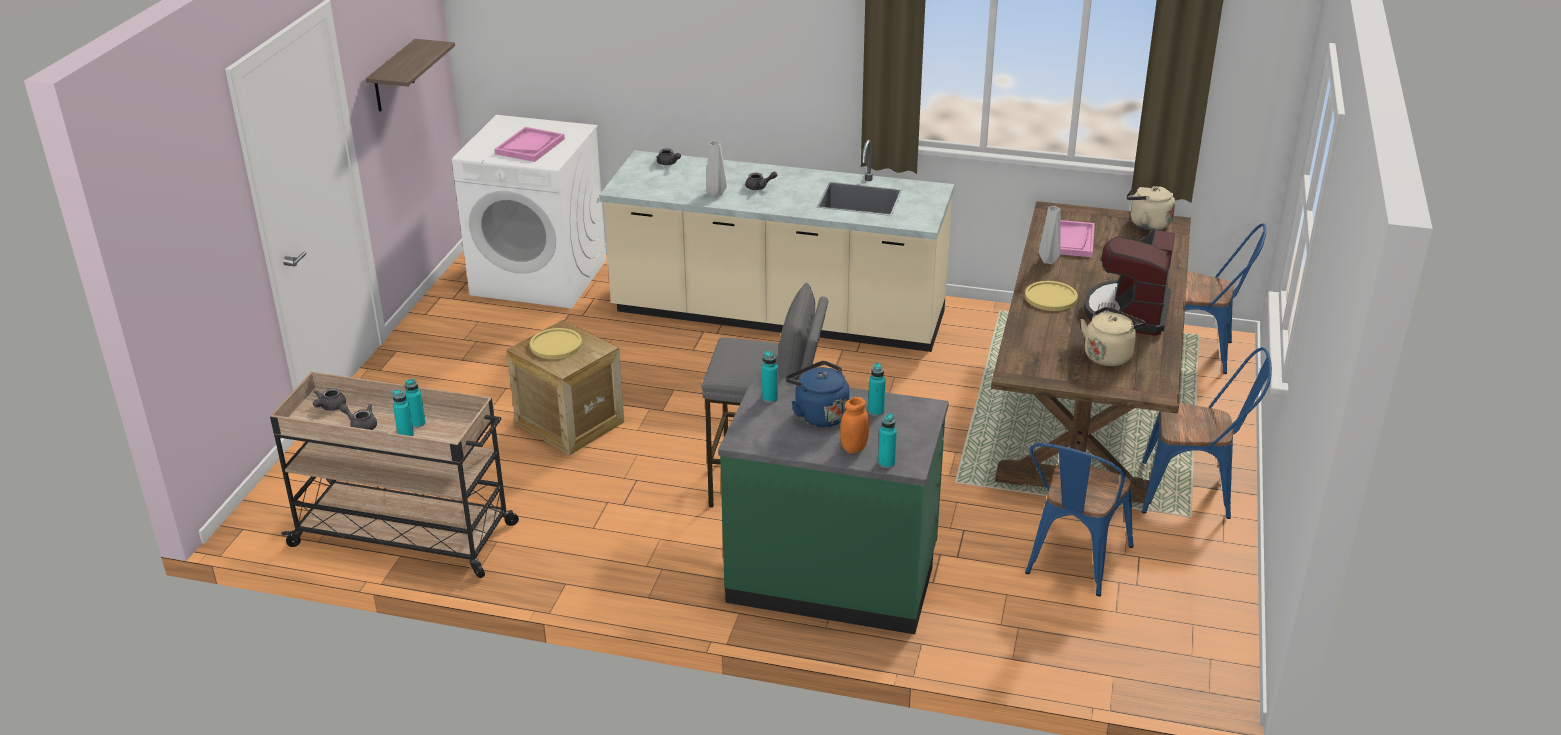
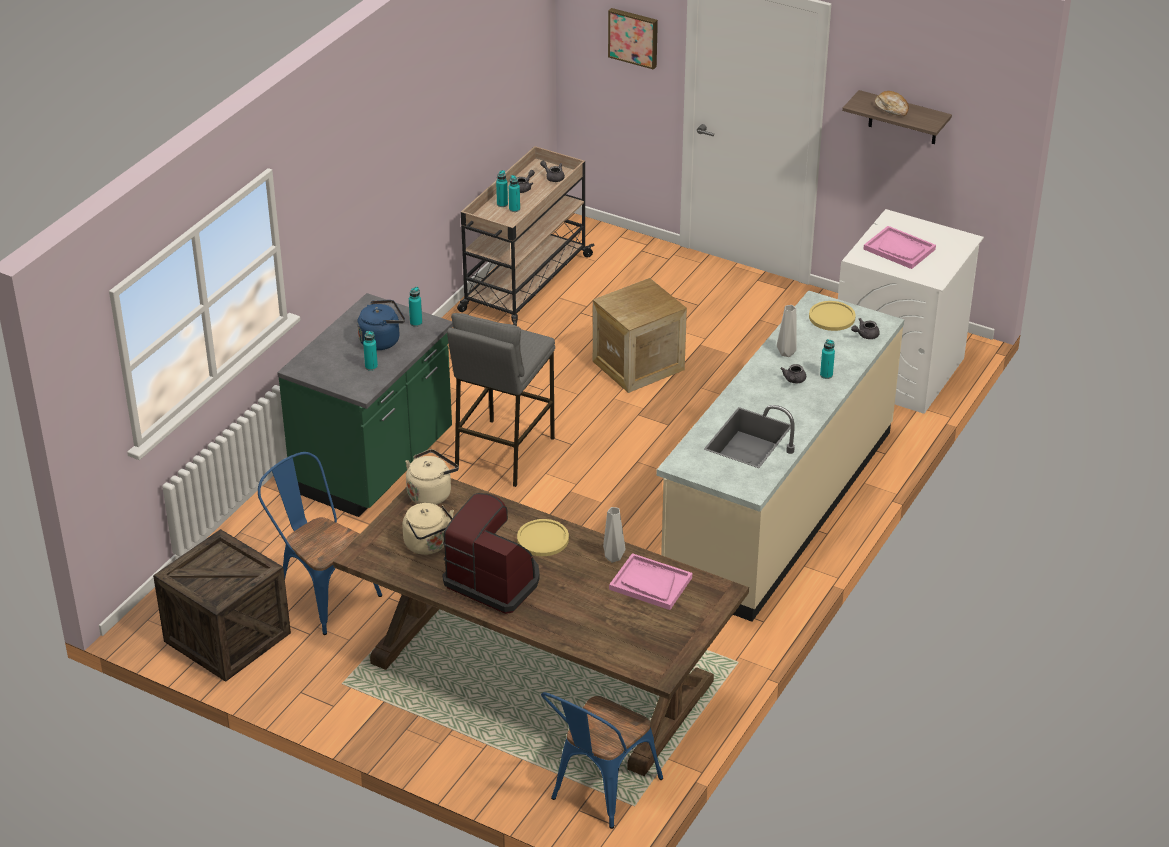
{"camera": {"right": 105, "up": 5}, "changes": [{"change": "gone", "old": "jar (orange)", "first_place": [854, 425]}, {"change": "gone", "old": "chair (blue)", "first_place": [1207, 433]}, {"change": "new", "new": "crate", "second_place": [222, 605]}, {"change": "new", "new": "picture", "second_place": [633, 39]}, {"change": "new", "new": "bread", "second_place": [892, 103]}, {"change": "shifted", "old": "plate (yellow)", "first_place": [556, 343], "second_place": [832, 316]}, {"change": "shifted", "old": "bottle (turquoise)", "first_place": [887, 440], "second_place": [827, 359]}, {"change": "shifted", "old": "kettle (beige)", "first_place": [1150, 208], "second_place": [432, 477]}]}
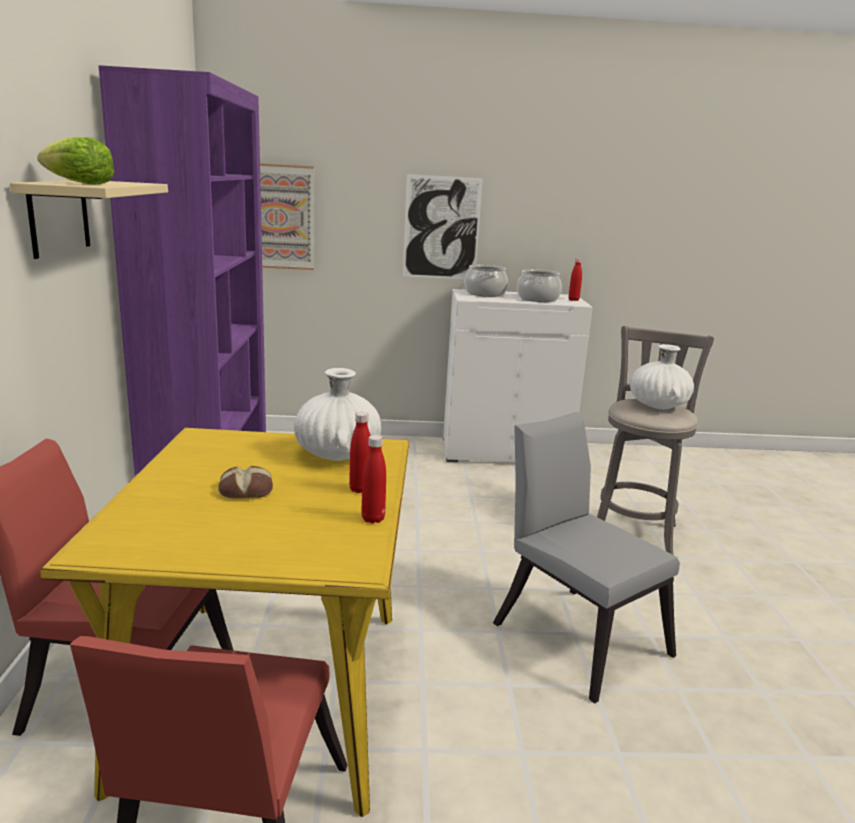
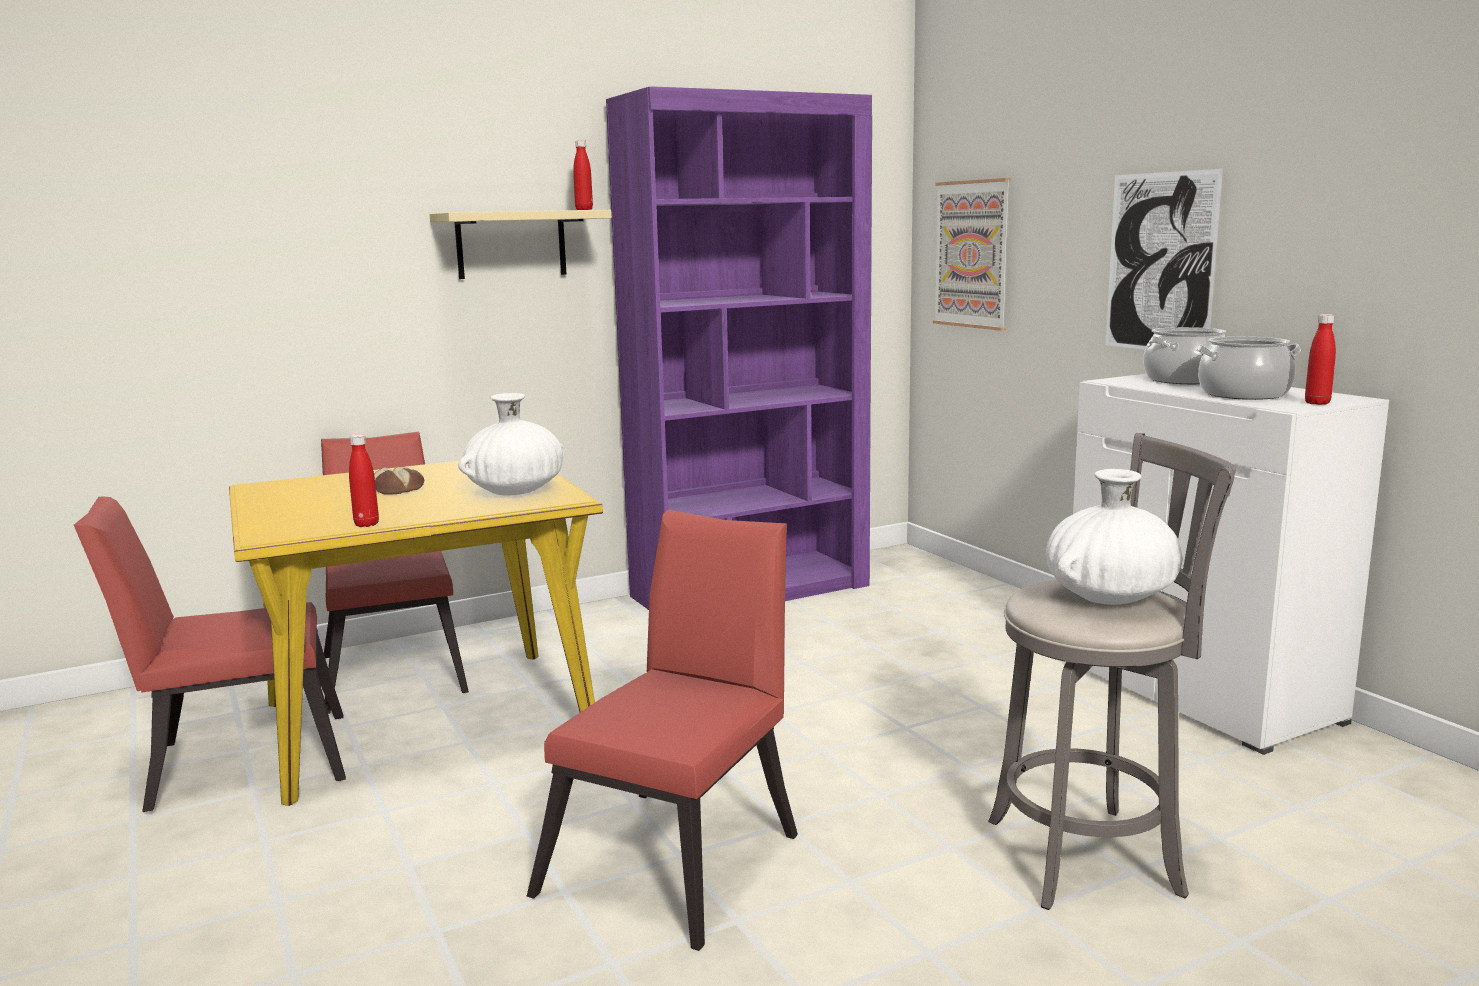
{"camera": {"right": 65, "up": -5}, "changes": [{"change": "gone", "old": "lettuce", "first_place": [75, 160]}, {"change": "shifted", "old": "bottle (red)", "first_place": [359, 452], "second_place": [583, 175]}, {"change": "repainted", "old": "chair (grey)", "new": "chair (red)", "first_place": [586, 557], "second_place": [662, 730]}]}
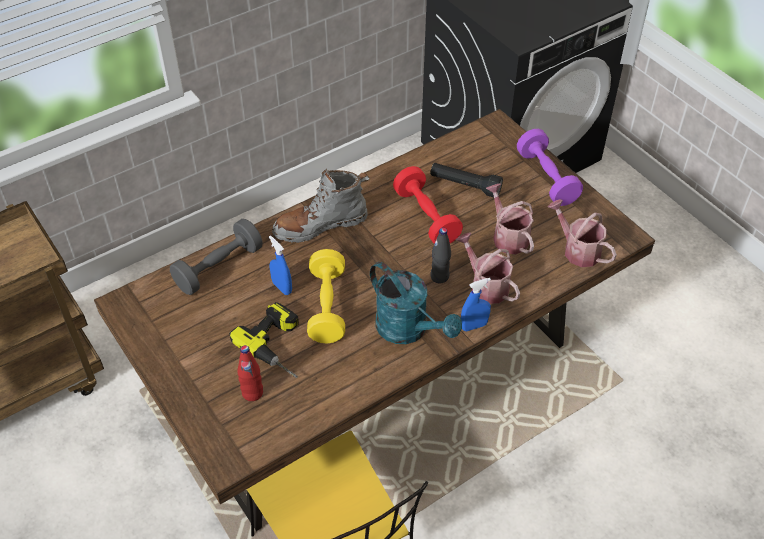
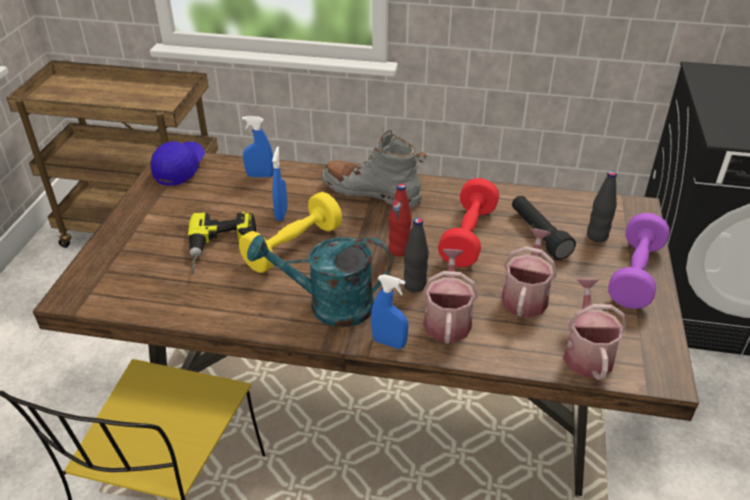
{"camera": {"right": 45, "up": -10}, "changes": [{"change": "new", "new": "cap (blue)", "second_place": [178, 163]}, {"change": "new", "new": "bottle (black)", "second_place": [602, 206]}, {"change": "shifted", "old": "bottle (red)", "first_place": [250, 373], "second_place": [400, 220]}, {"change": "swapped", "old": "dumbbell (grey)", "new": "spray bottle (blue)", "first_place": [216, 257], "second_place": [257, 146]}, {"change": "rotated", "old": "watering can (turquoise)", "first_place": [416, 303], "second_place": [319, 281], "degrees": 90}]}
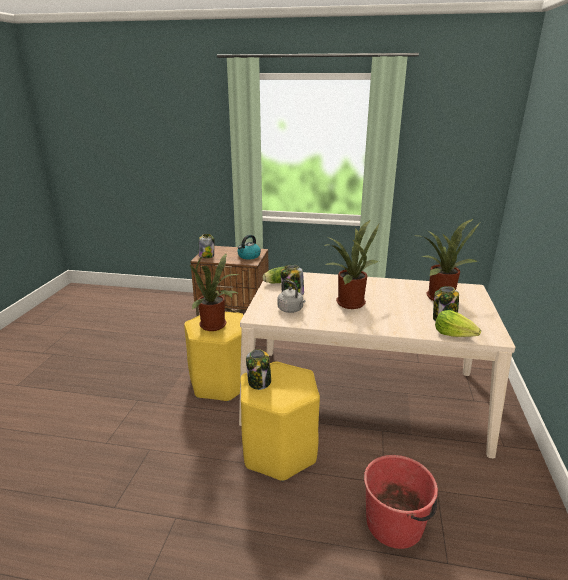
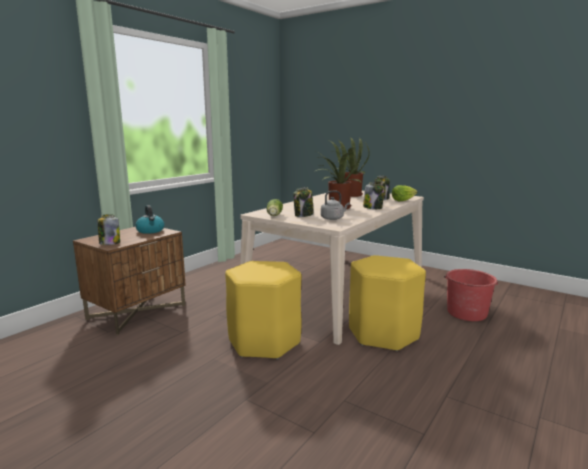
{"camera": {"right": -65, "up": -10}, "changes": [{"change": "gone", "old": "potted plant", "first_place": [215, 292]}, {"change": "shifted", "old": "jar", "first_place": [258, 369], "second_place": [373, 195]}]}
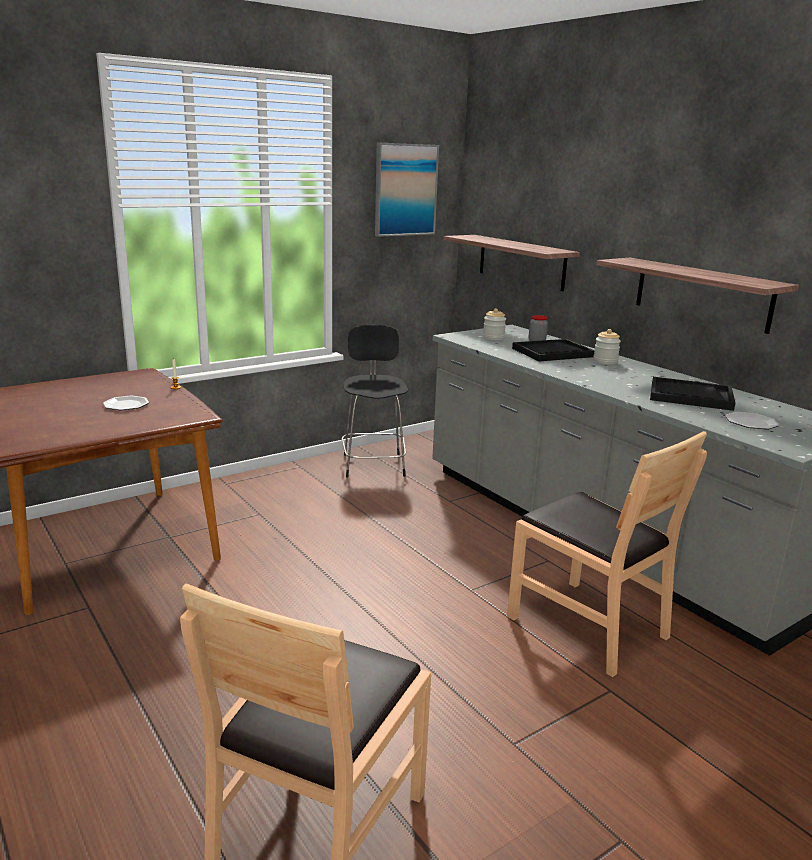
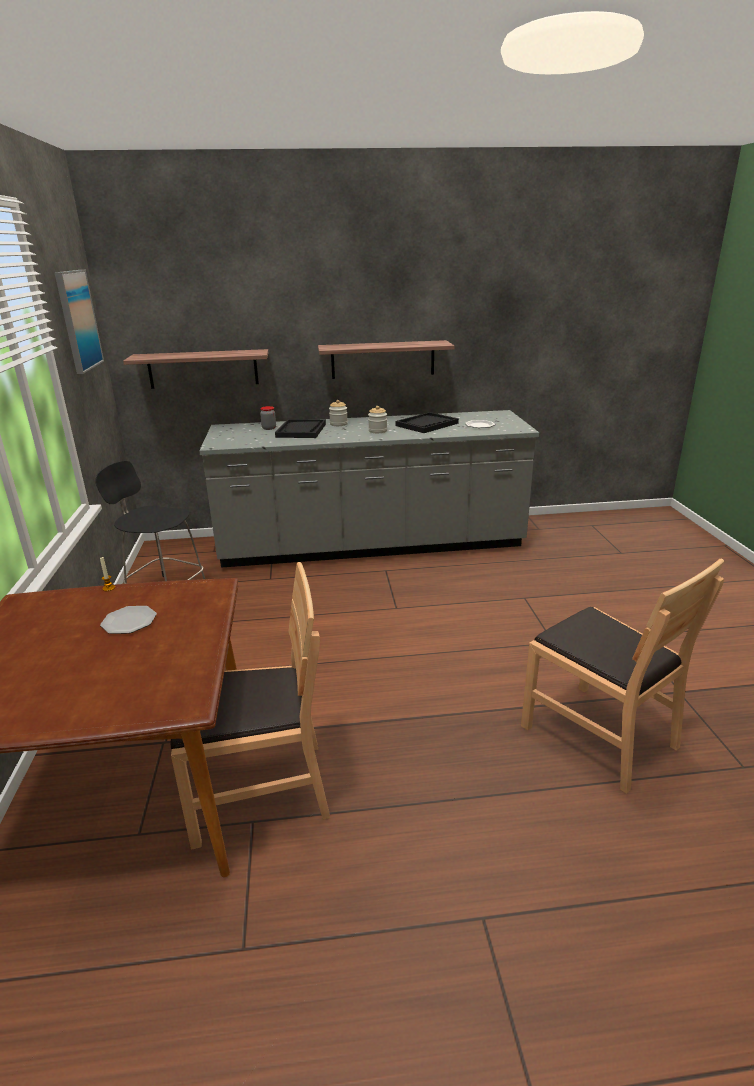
{"camera": {"right": -60, "up": 5}, "changes": [{"change": "shifted", "old": "jar", "first_place": [494, 324], "second_place": [377, 419]}, {"change": "shifted", "old": "chair (brown)", "first_place": [607, 554], "second_place": [250, 706]}]}
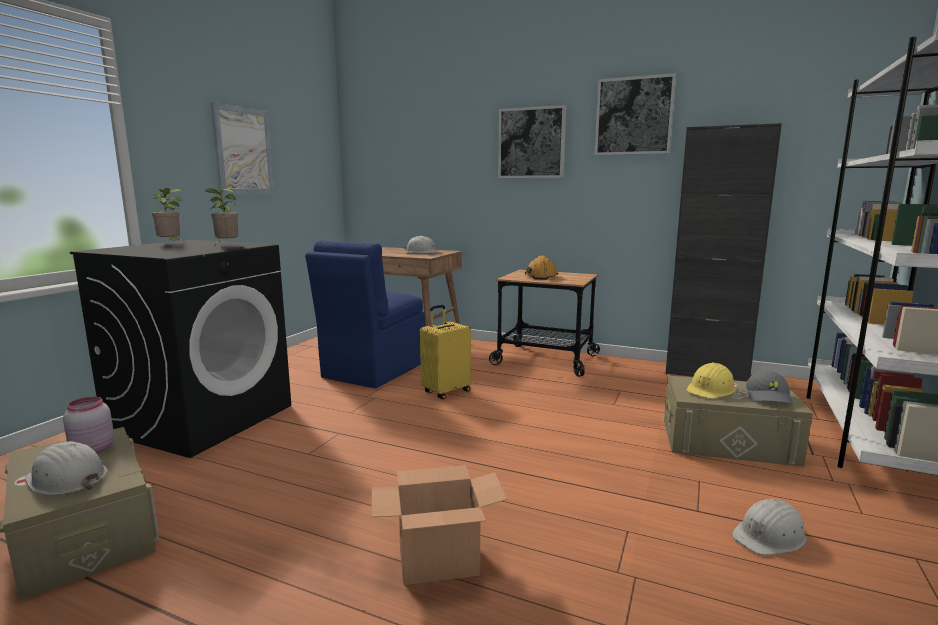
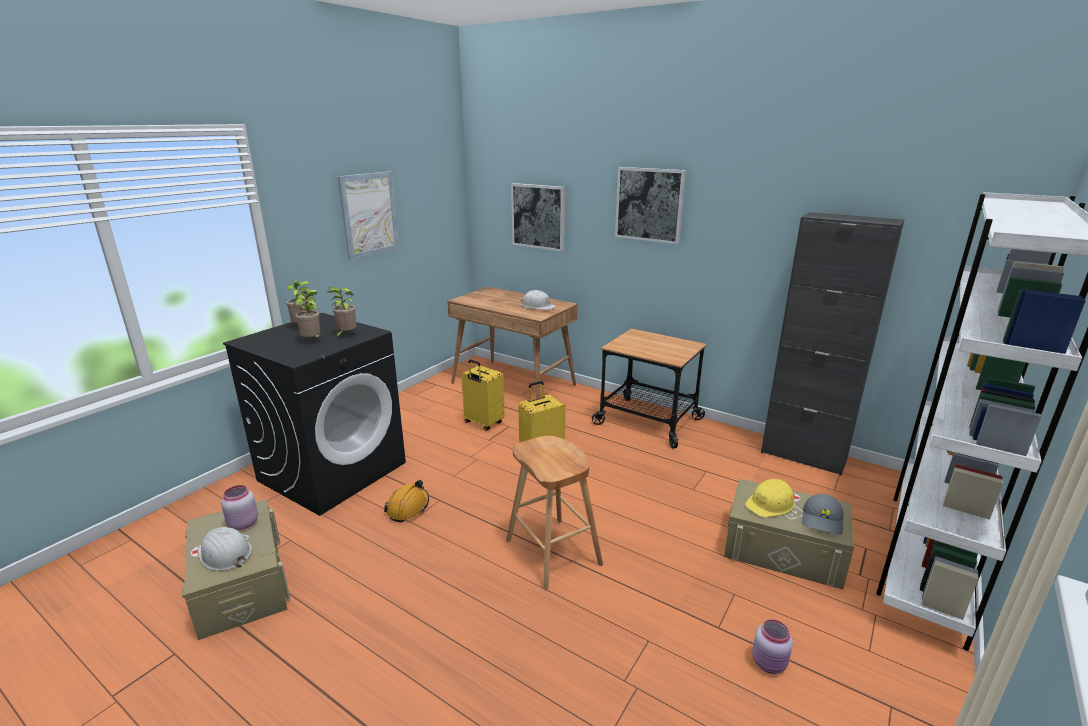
{"camera": {"right": 10, "up": 10}, "changes": [{"change": "gone", "old": "cardboard box", "first_place": [439, 525]}, {"change": "new", "new": "potted plant", "second_place": [307, 313]}, {"change": "new", "new": "stool (brown)", "second_place": [554, 512]}, {"change": "shifted", "old": "hard hat (orange)", "first_place": [541, 267], "second_place": [406, 501]}, {"change": "shifted", "old": "picture", "first_place": [635, 114], "second_place": [538, 217]}, {"change": "swapped", "old": "chair (blue)", "new": "suitcase (yellow)", "first_place": [365, 314], "second_place": [483, 395]}, {"change": "swapped", "old": "hard hat (white)", "new": "jar (pink)", "first_place": [769, 527], "second_place": [772, 646]}]}
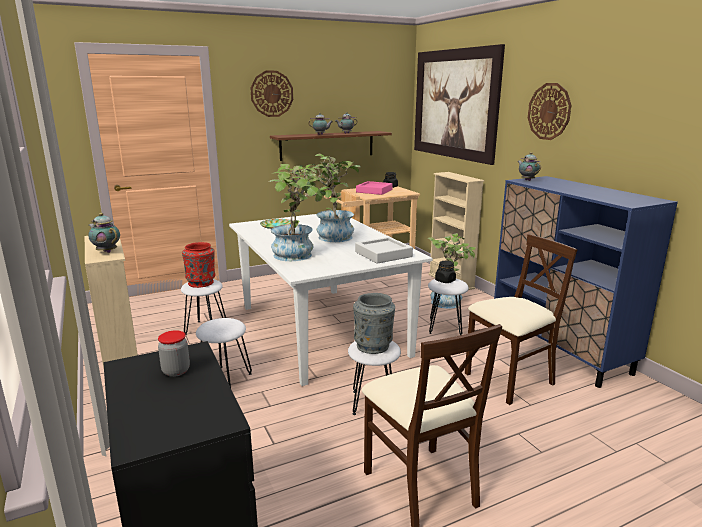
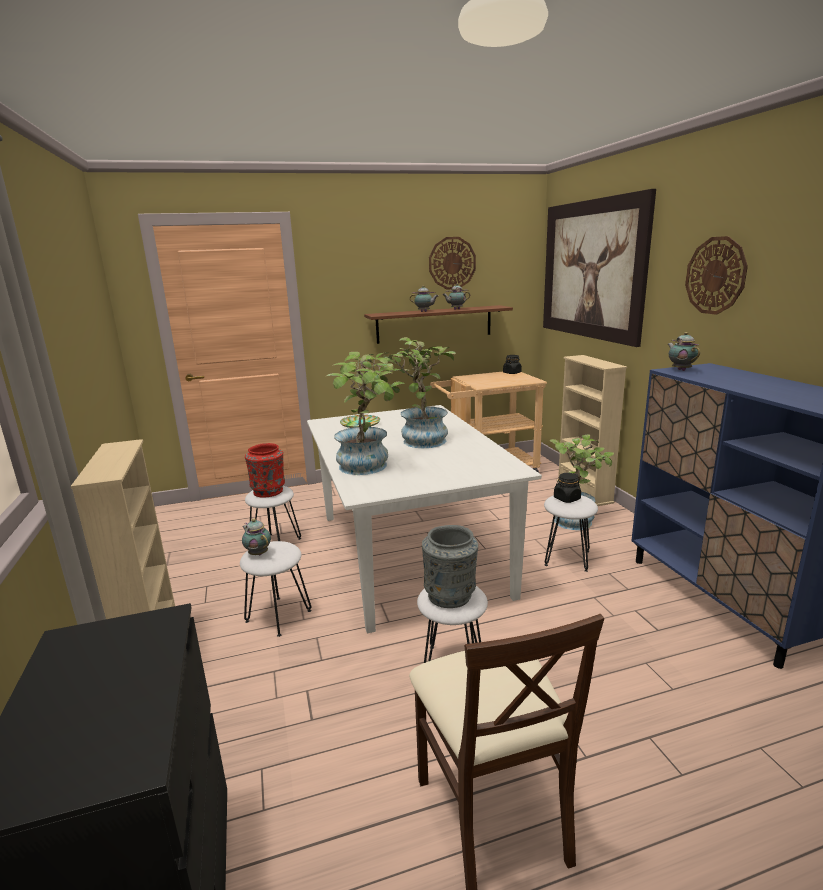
{"camera": {"right": 10, "up": 0}, "changes": [{"change": "gone", "old": "jar", "first_place": [174, 353]}, {"change": "gone", "old": "tray (grey)", "first_place": [384, 250]}, {"change": "gone", "old": "tray (pink)", "first_place": [374, 188]}, {"change": "gone", "old": "chair (beige)", "first_place": [521, 319]}, {"change": "shifted", "old": "teapot", "first_place": [104, 233], "second_place": [256, 537]}, {"change": "shifted", "old": "wall clock", "first_place": [271, 94], "second_place": [452, 263]}]}
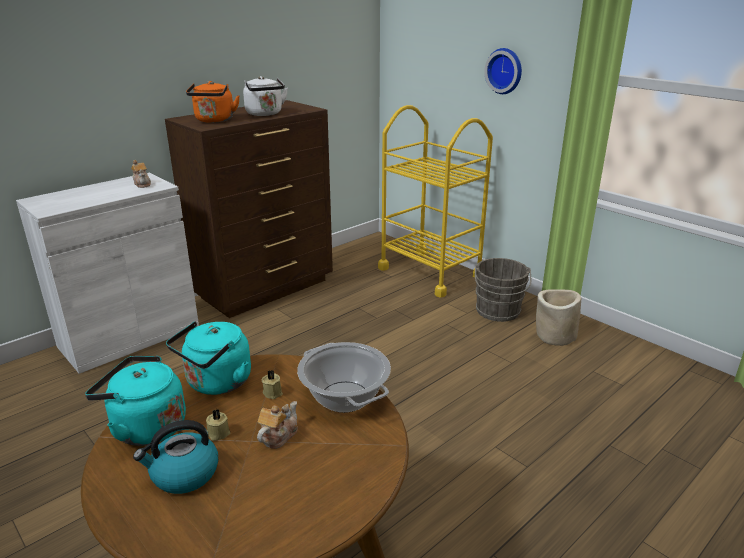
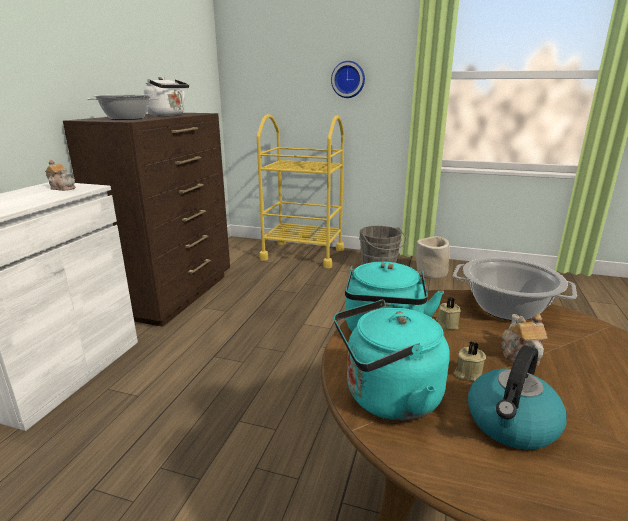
{"camera": {"right": -30, "up": -5}, "changes": [{"change": "swapped", "old": "kettle (orange)", "new": "cooking pot", "first_place": [213, 102], "second_place": [123, 107]}]}
